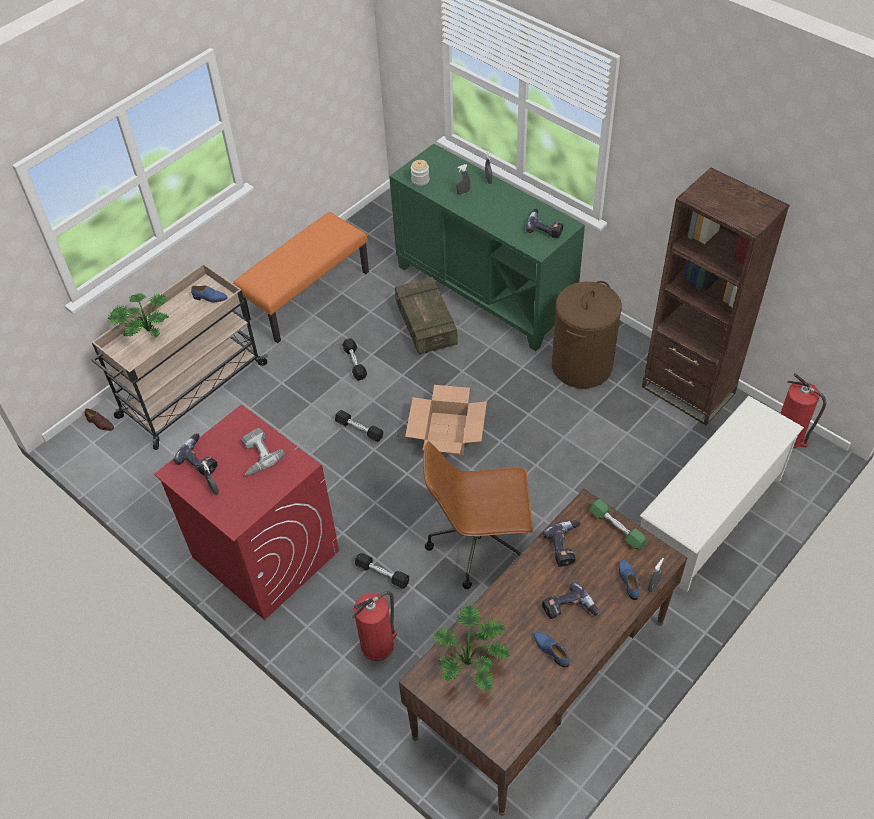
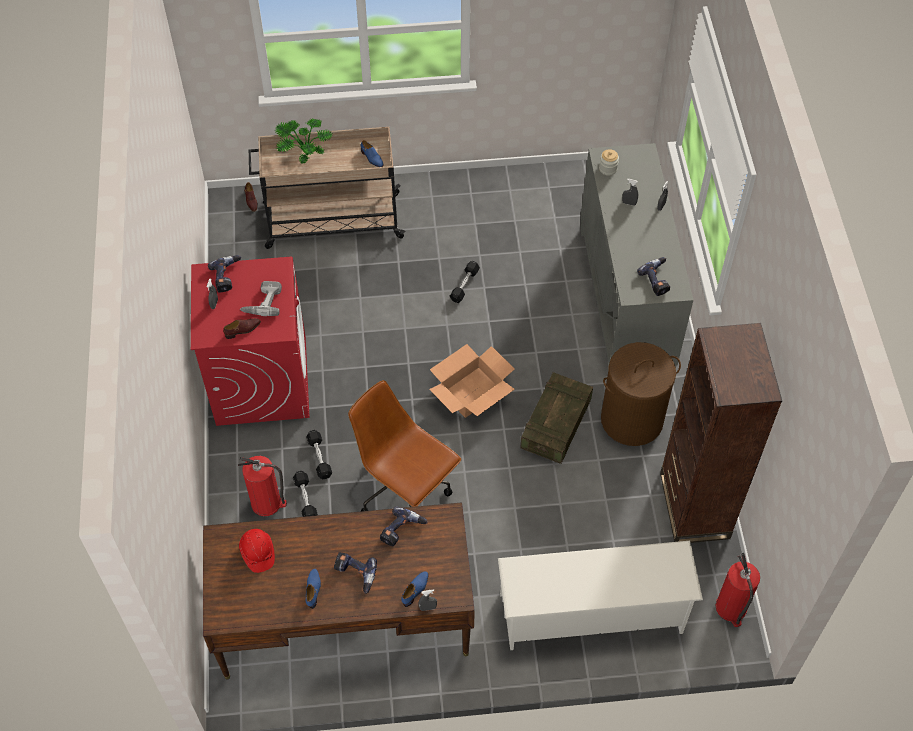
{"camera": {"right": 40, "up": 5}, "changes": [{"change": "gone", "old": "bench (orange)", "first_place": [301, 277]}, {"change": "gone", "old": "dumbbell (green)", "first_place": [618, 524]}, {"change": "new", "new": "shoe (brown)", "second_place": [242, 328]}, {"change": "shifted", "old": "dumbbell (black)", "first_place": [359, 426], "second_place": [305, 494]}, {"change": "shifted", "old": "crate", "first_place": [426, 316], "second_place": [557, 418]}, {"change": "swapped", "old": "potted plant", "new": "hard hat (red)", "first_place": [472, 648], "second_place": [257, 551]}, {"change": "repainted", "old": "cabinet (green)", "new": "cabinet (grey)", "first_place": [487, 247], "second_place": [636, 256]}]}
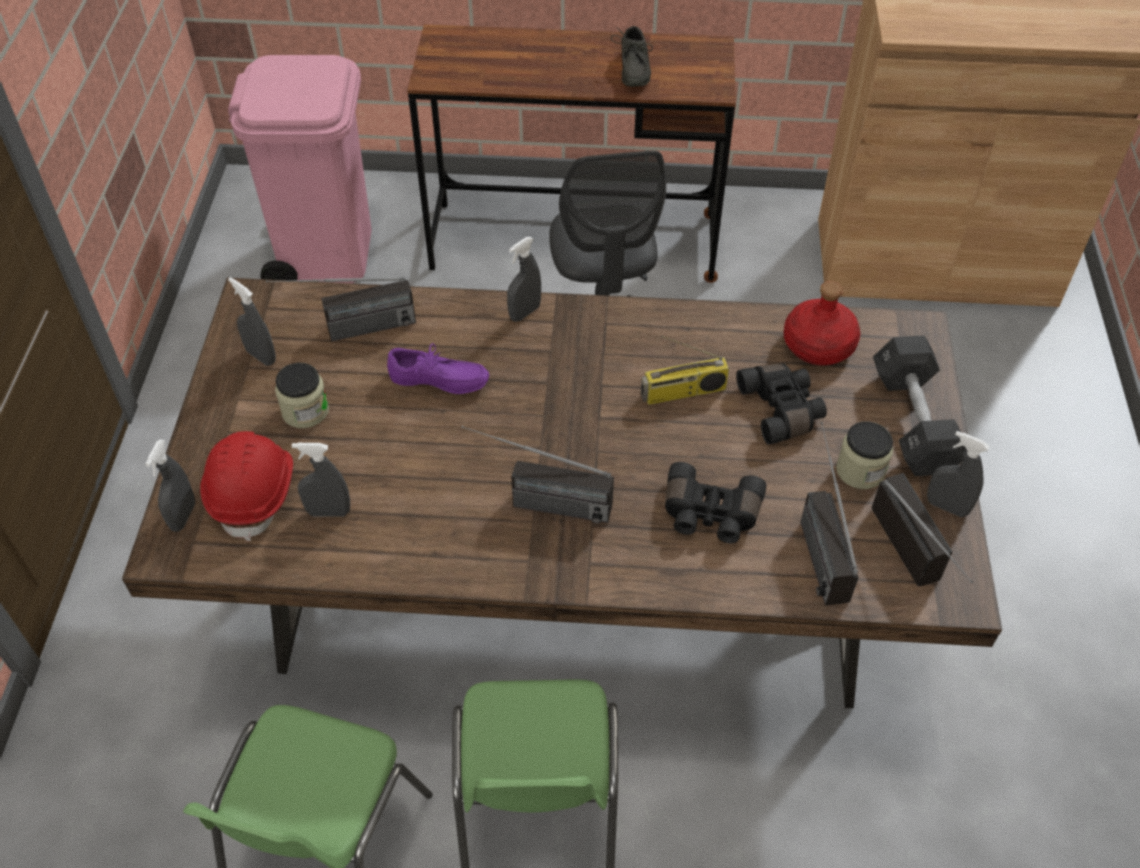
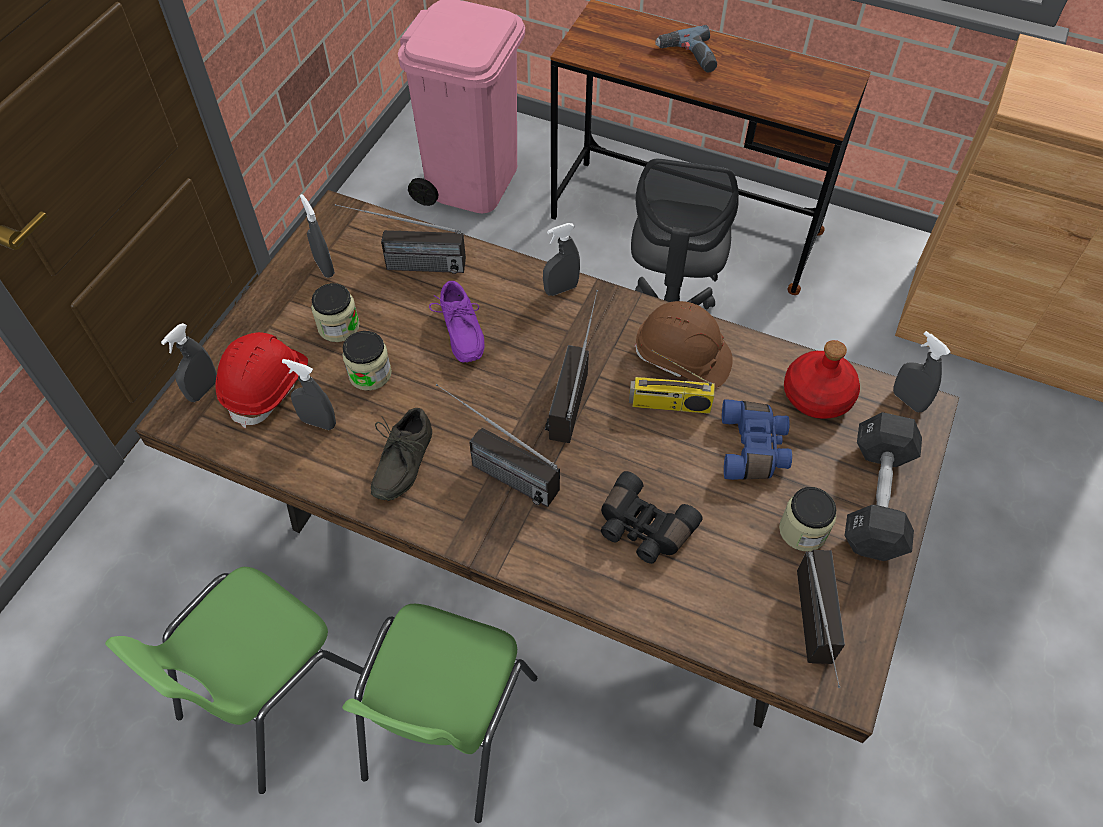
{"camera": {"right": 20, "up": 5}, "changes": [{"change": "new", "new": "jar", "second_place": [367, 361]}, {"change": "new", "new": "hard hat (brown)", "second_place": [683, 344]}, {"change": "new", "new": "power drill", "second_place": [686, 49]}, {"change": "shifted", "old": "shoe (grey)", "first_place": [632, 56], "second_place": [401, 454]}, {"change": "shifted", "old": "radio", "first_place": [829, 514], "second_place": [571, 366]}, {"change": "shifted", "old": "spray bottle (grey)", "first_place": [958, 474], "second_place": [921, 371]}, {"change": "repainted", "old": "binoculars (black)", "new": "binoculars (blue)", "first_place": [781, 404], "second_place": [757, 440]}, {"change": "rotated", "old": "shoe (purple)", "first_place": [438, 368], "second_place": [457, 322], "degrees": 45}]}
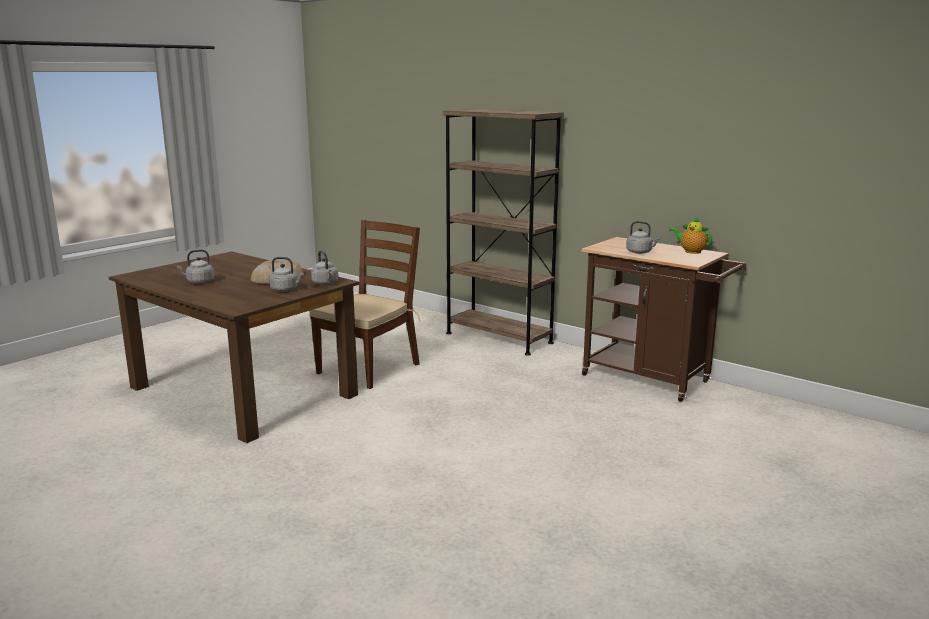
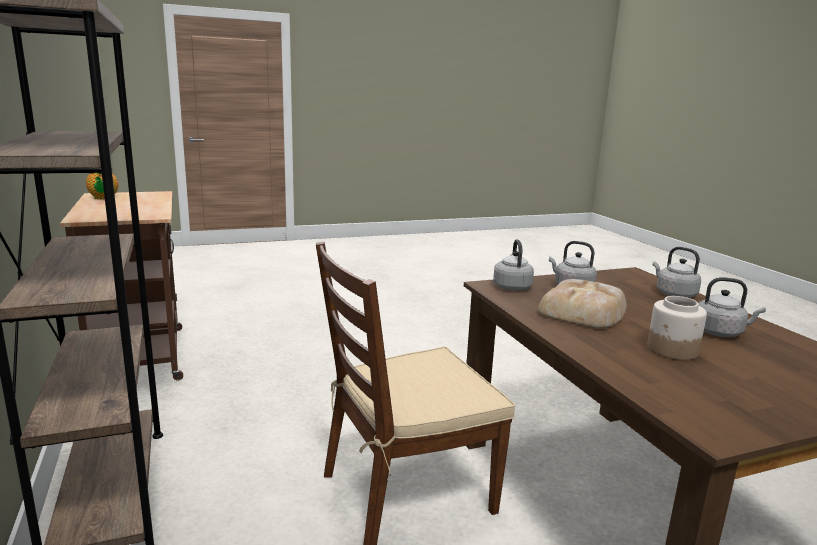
{"camera": {"right": -150, "up": 0}, "changes": [{"change": "new", "new": "jar", "second_place": [677, 328]}, {"change": "shifted", "old": "kettle (grey)", "first_place": [643, 237], "second_place": [677, 272]}]}
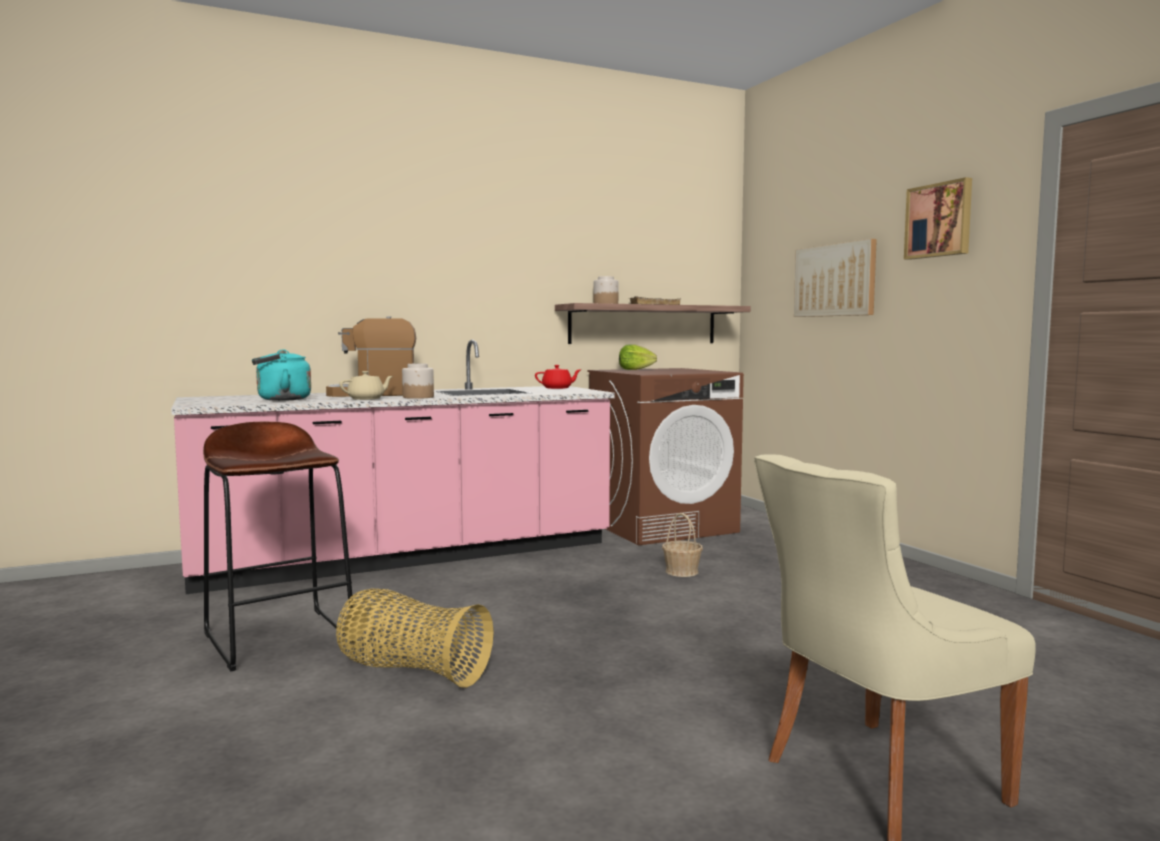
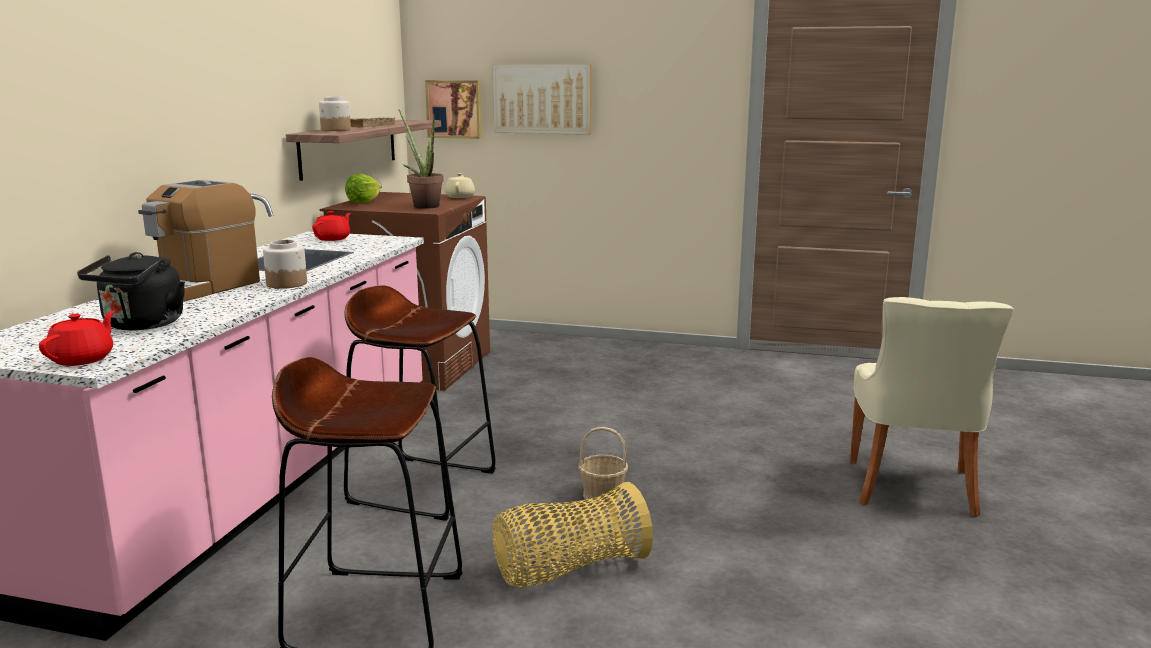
{"camera": {"right": -50, "up": 10}, "changes": [{"change": "new", "new": "teapot (red)", "second_place": [77, 338]}, {"change": "new", "new": "stool (brown)", "second_place": [420, 403]}, {"change": "new", "new": "potted plant", "second_place": [421, 159]}, {"change": "shifted", "old": "teapot (beige)", "first_place": [366, 385], "second_place": [460, 185]}, {"change": "shifted", "old": "basket", "first_place": [682, 545], "second_place": [603, 465]}, {"change": "shifted", "old": "picture", "first_place": [938, 218], "second_place": [453, 109]}, {"change": "repainted", "old": "kettle (turquoise)", "new": "kettle (black)", "first_place": [281, 375], "second_place": [131, 291]}]}
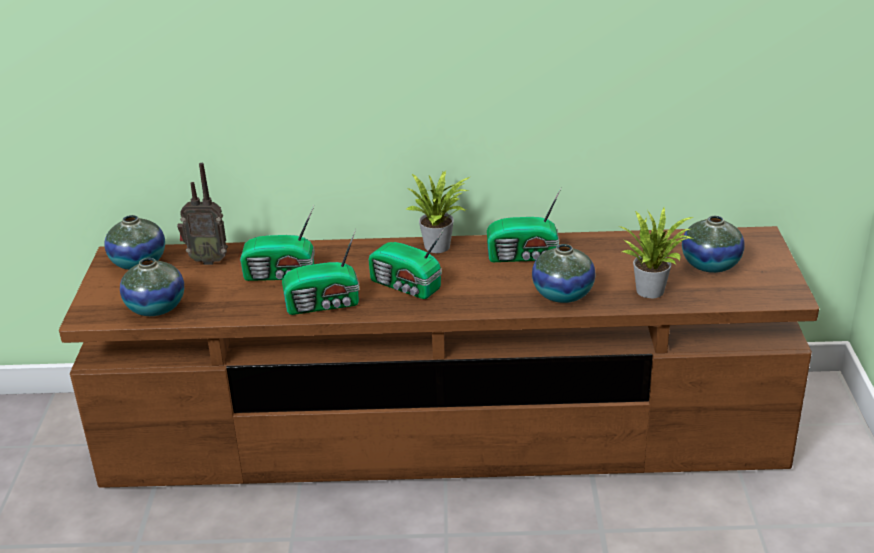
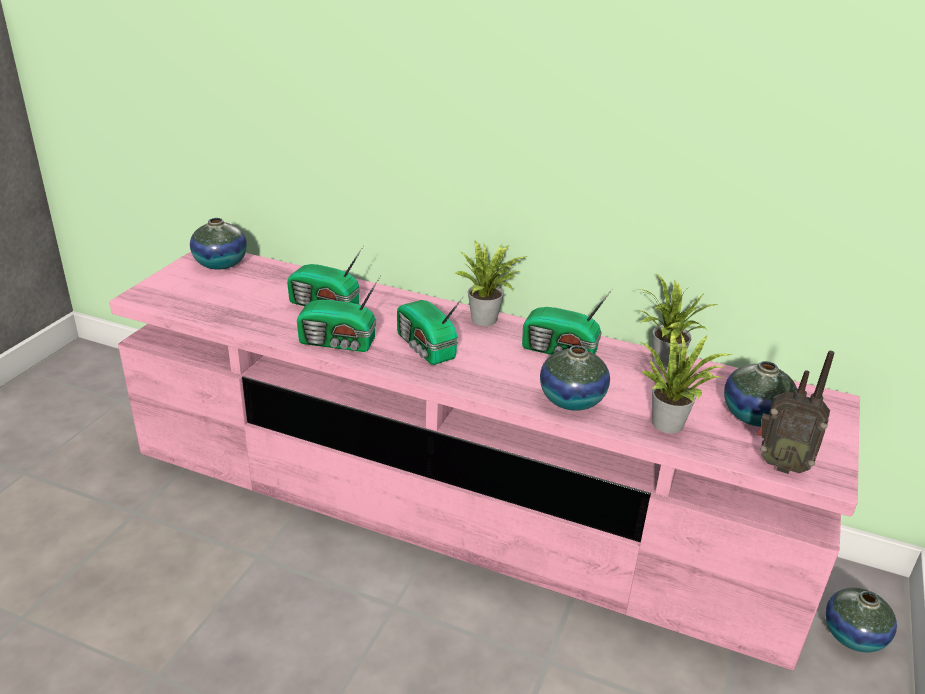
{"camera": {"right": 20, "up": 0}, "changes": [{"change": "new", "new": "potted plant", "second_place": [678, 322]}, {"change": "shifted", "old": "vase", "first_place": [152, 287], "second_place": [861, 620]}, {"change": "shifted", "old": "radio", "first_place": [202, 214], "second_place": [796, 412]}, {"change": "repainted", "old": "tv stand (brown)", "new": "tv stand (pink)", "first_place": [439, 357], "second_place": [484, 460]}]}
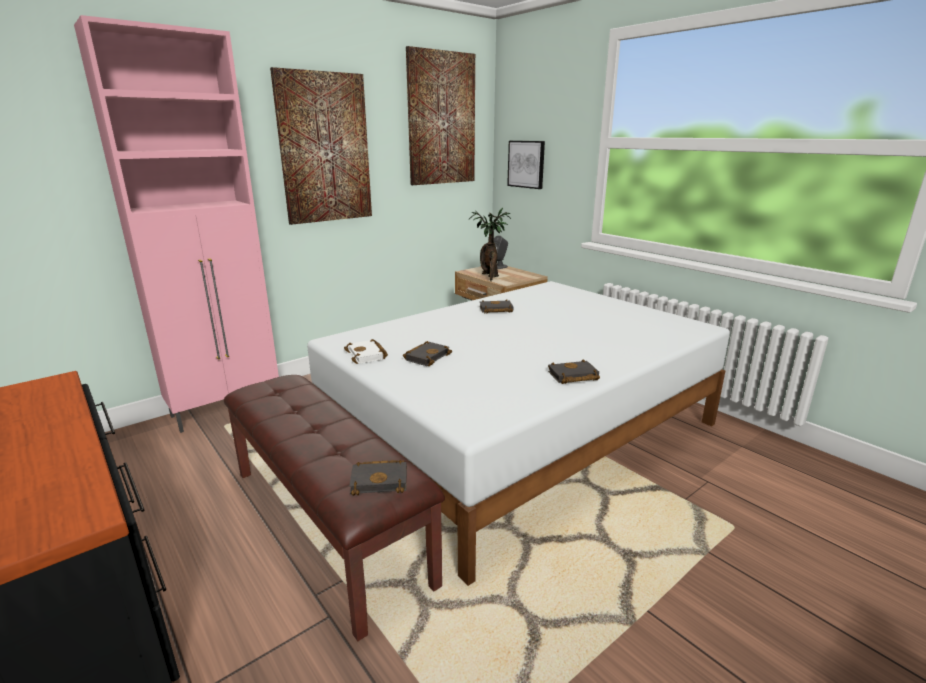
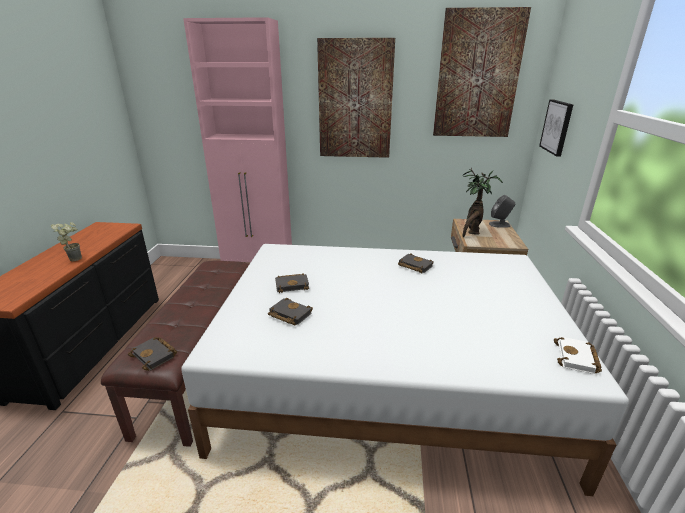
{"camera": {"right": 45, "up": 5}, "changes": [{"change": "new", "new": "potted plant", "second_place": [66, 241]}, {"change": "shifted", "old": "book (white)", "first_place": [366, 351], "second_place": [578, 355]}, {"change": "shifted", "old": "book (black)", "first_place": [574, 371], "second_place": [290, 311]}]}
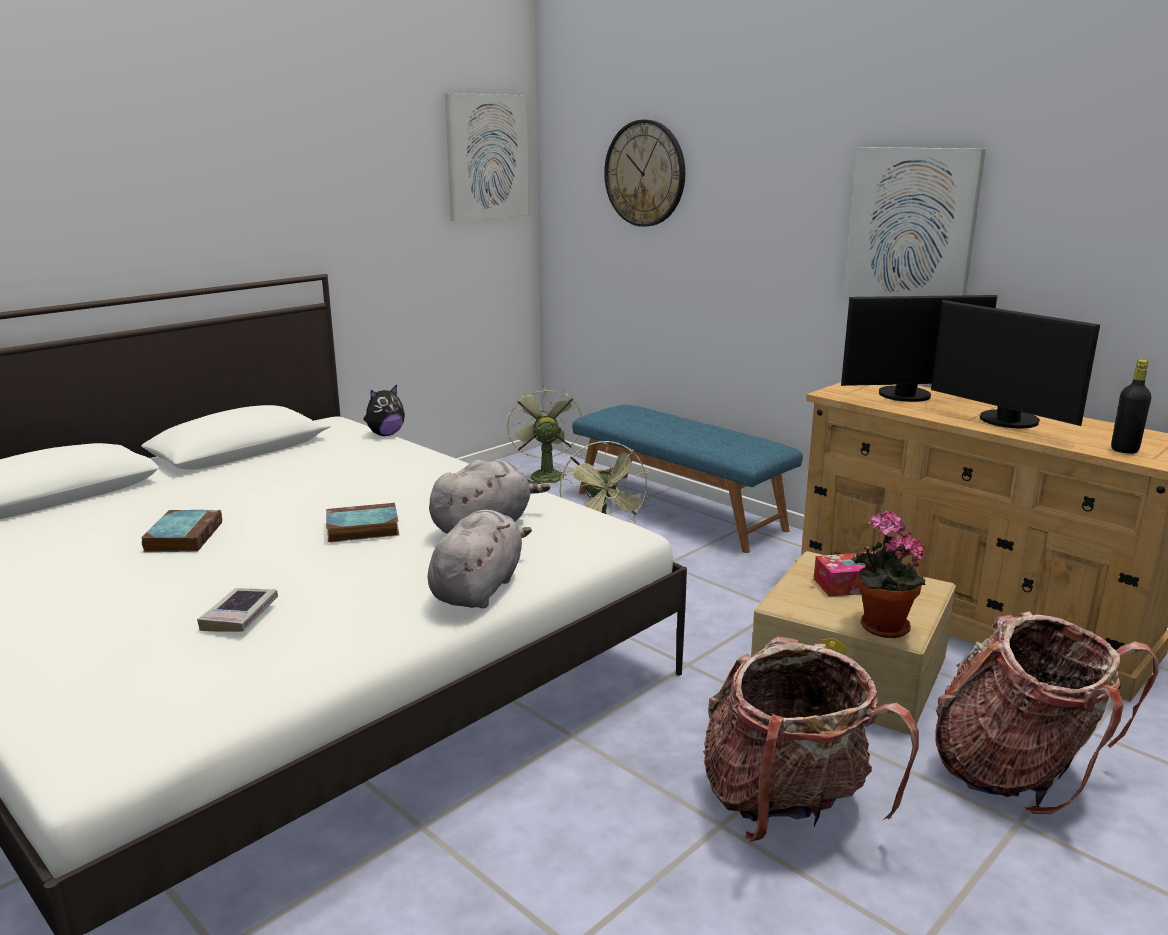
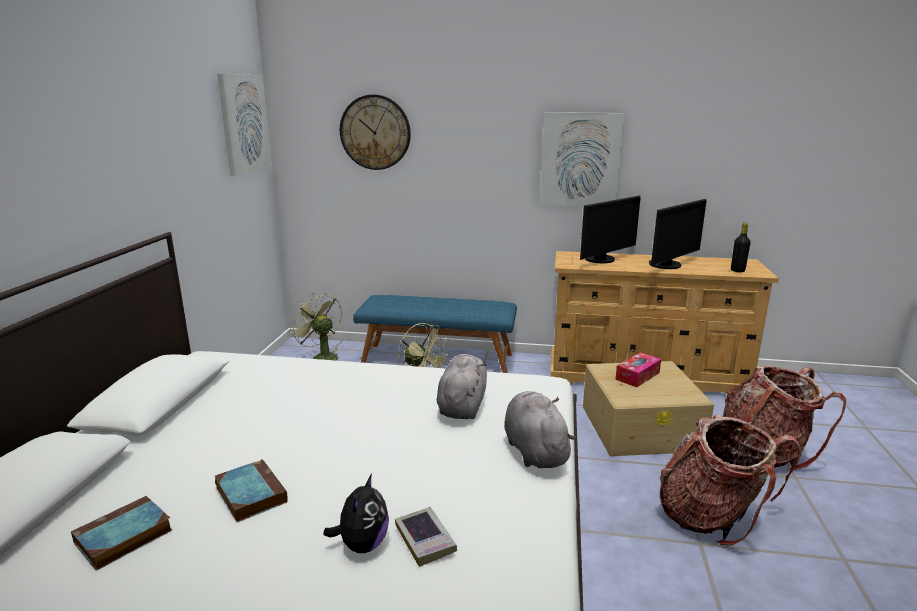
{"camera": {"right": -35, "up": 0}, "changes": [{"change": "gone", "old": "potted plant", "first_place": [888, 574]}, {"change": "shifted", "old": "book", "first_place": [362, 522], "second_place": [121, 533]}, {"change": "shifted", "old": "plush toy", "first_place": [384, 410], "second_place": [356, 513]}, {"change": "rotated", "old": "monitor", "first_place": [1015, 364], "second_place": [678, 234], "degrees": -60}]}
